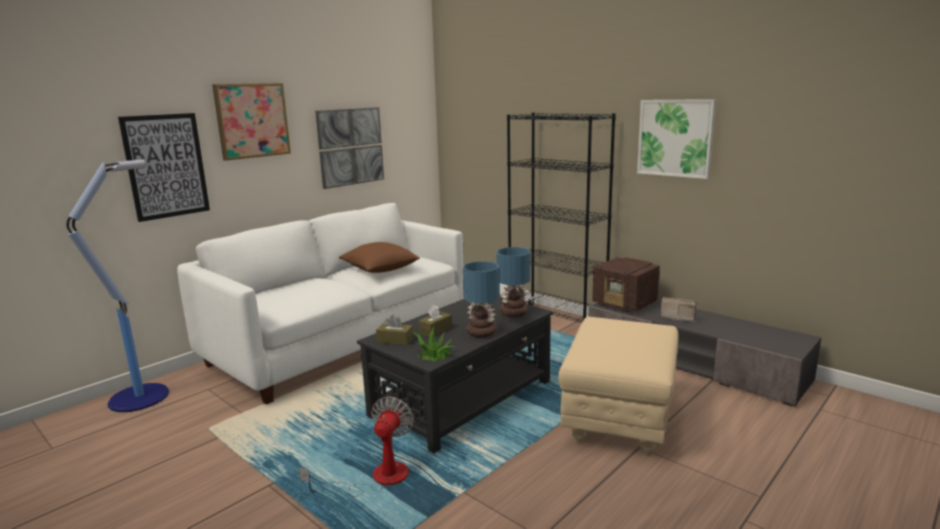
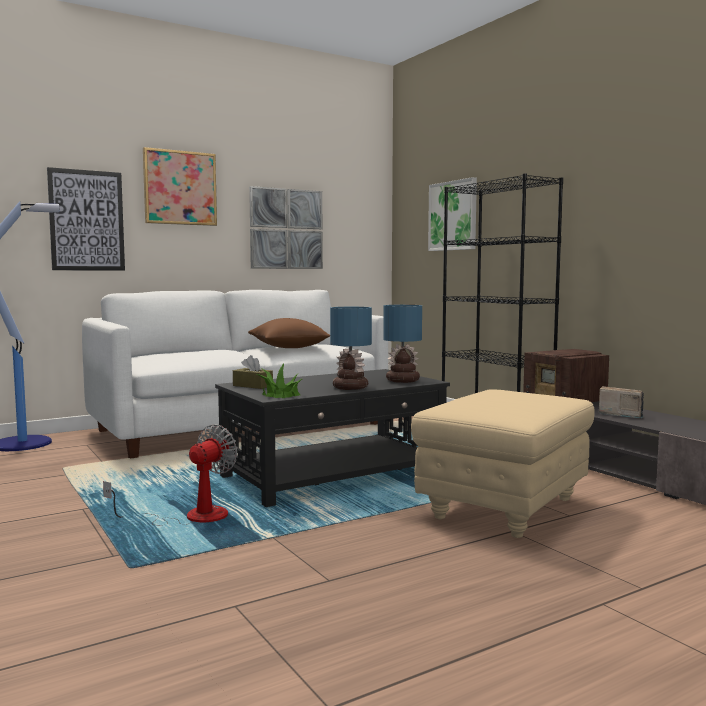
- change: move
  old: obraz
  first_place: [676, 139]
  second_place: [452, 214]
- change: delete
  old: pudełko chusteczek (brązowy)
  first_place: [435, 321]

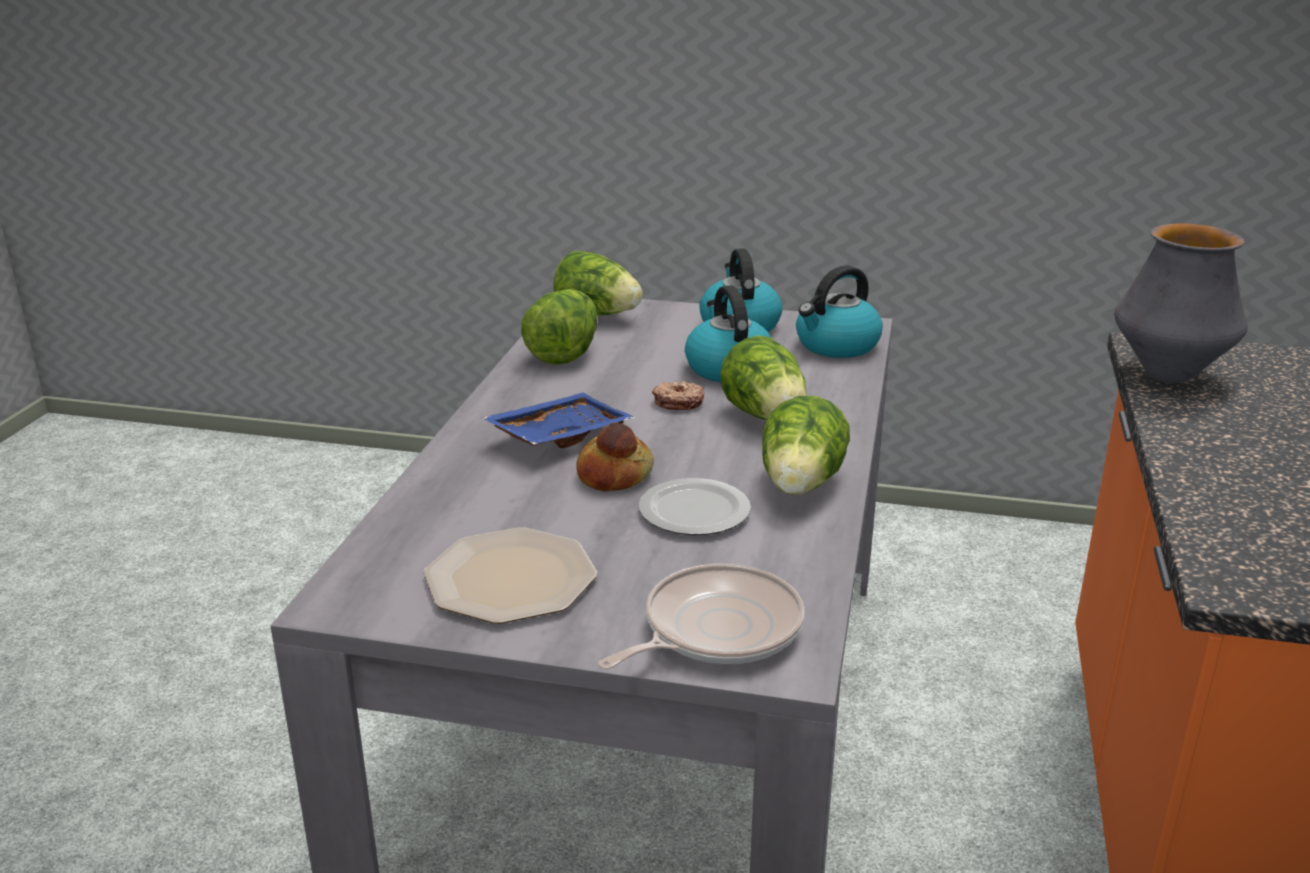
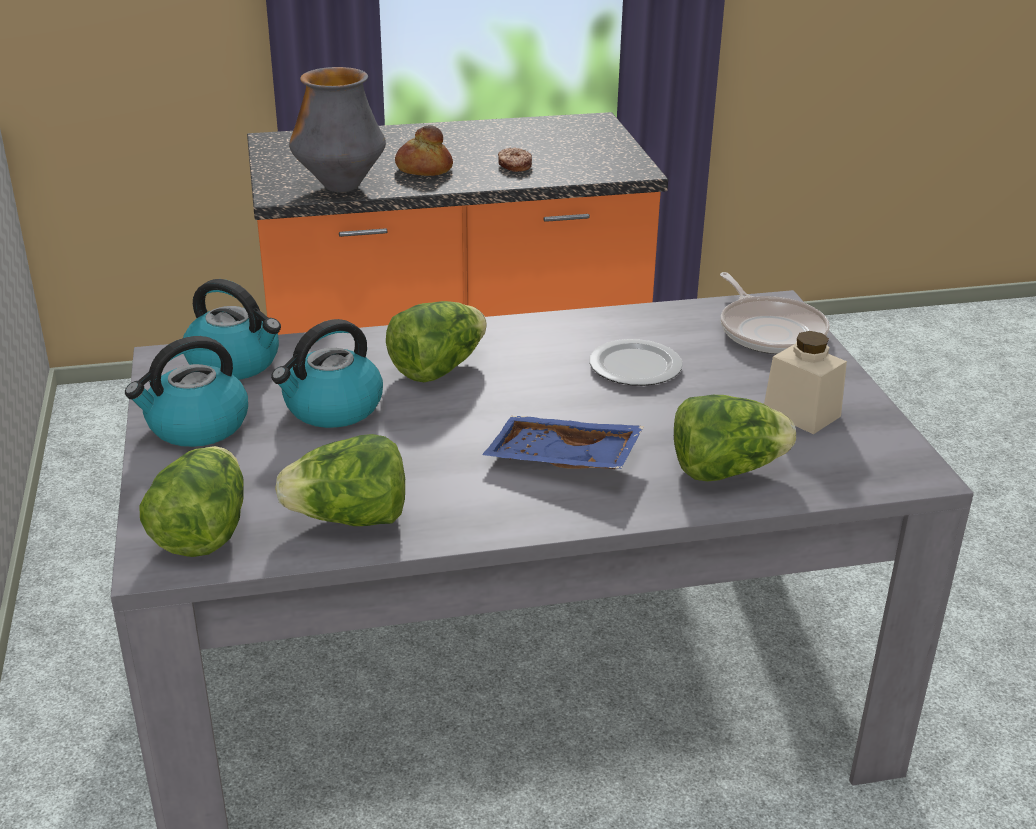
- change: move
  old: donut
  first_place: [678, 395]
  second_place: [515, 159]
- change: move
  old: sałata
  first_place: [806, 445]
  second_place: [735, 438]
- change: move
  old: chleb
  first_place: [615, 456]
  second_place: [424, 150]
- change: replace
  old: talerz
  new: słoik (beżowy)
  first_place: [510, 575]
  second_place: [805, 382]
- change: rotate
  old: patelnia
  first_place: [701, 617]
  second_place: [775, 313]
  degrees: -135

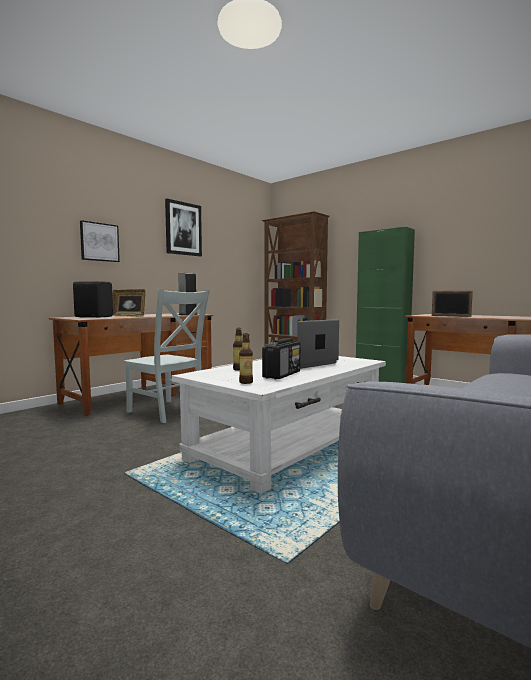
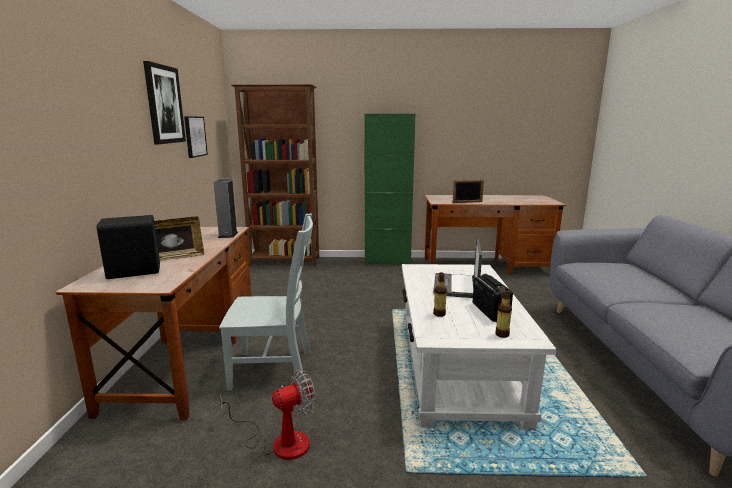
- change: move
  old: obraz
  first_place: [100, 241]
  second_place: [196, 137]
- change: insert
  new: wentylator
  second_place: [268, 414]

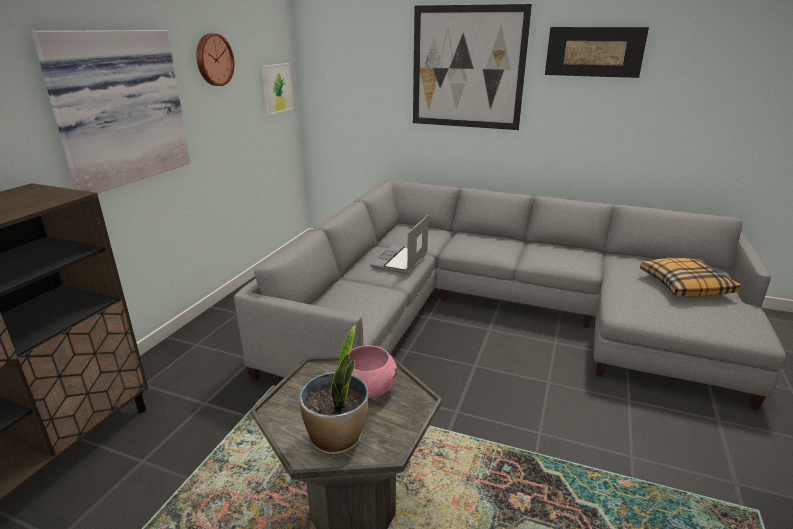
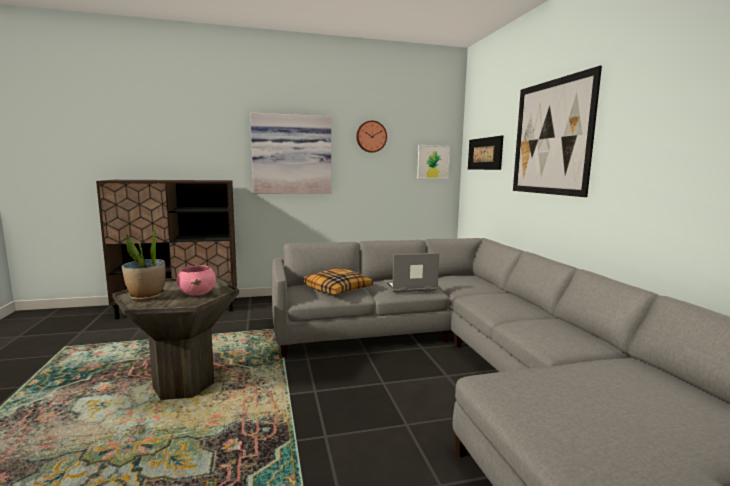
- change: move
  old: obraz
  first_place: [597, 52]
  second_place: [485, 152]
- change: move
  old: poduszka
  first_place: [690, 277]
  second_place: [338, 281]

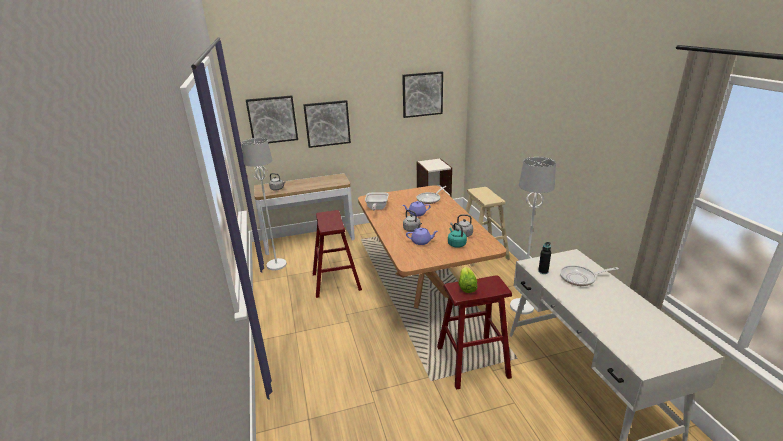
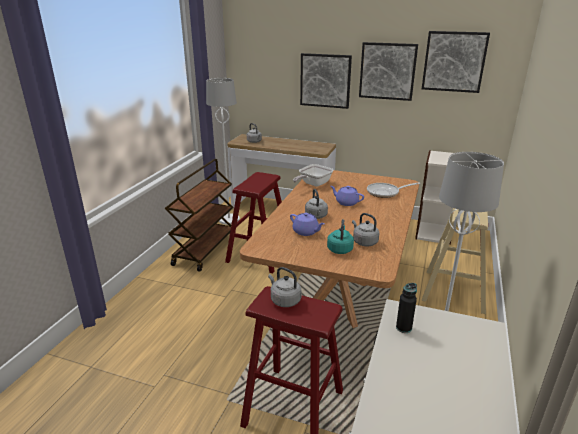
- change: move
  old: obraz
  first_place: [272, 119]
  second_place: [388, 71]
- change: delete
  old: patelnia
  first_place: [589, 275]
- change: replace
  old: sałata
  new: czajnik (szary)
  first_place: [468, 280]
  second_place: [284, 287]
- change: insert
  new: wózek (brązowy)
  second_place: [199, 215]

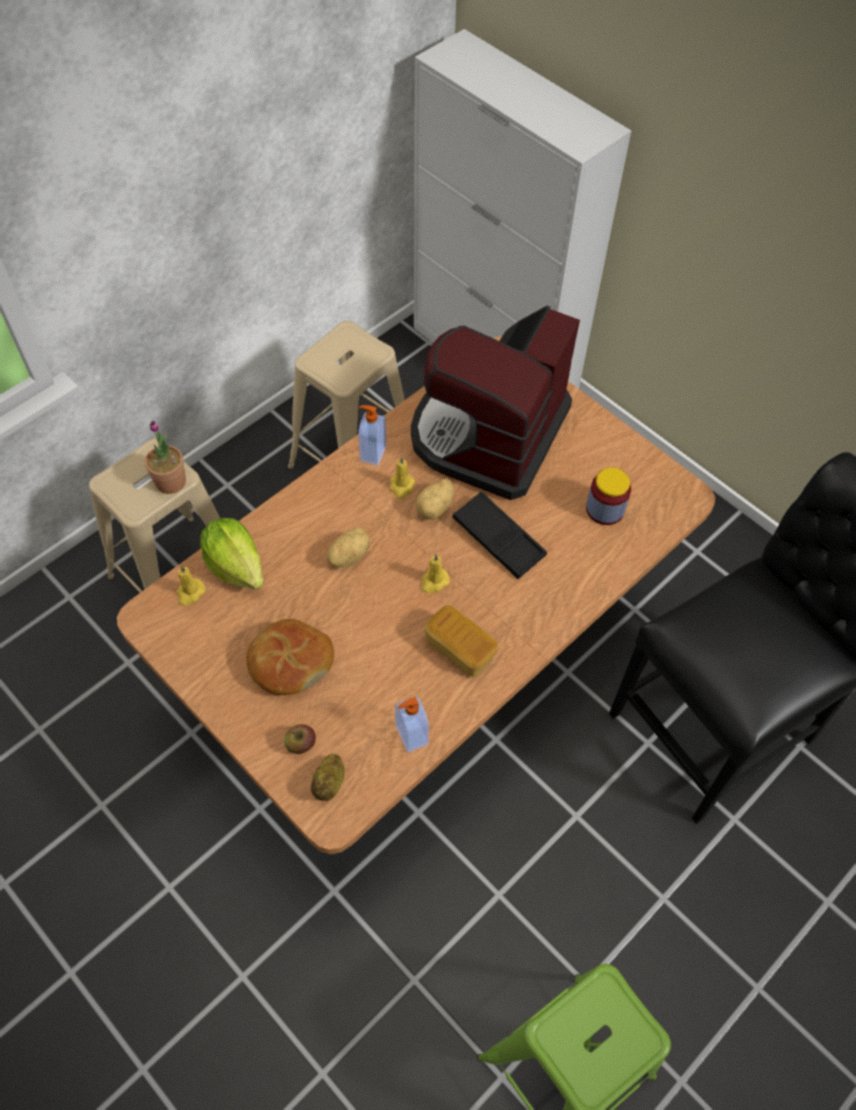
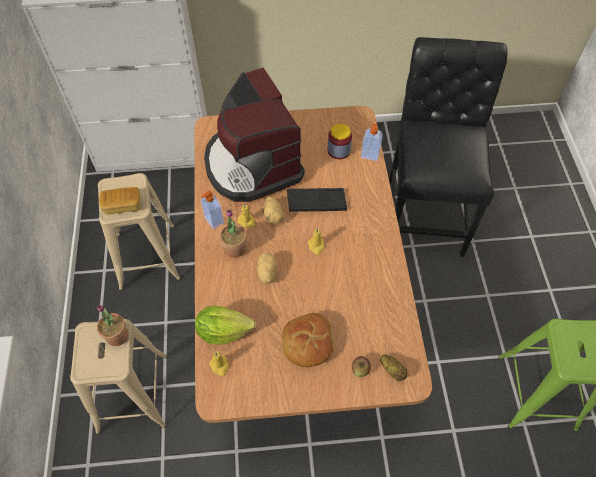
- change: move
  old: chleb
  first_place: [461, 641]
  second_place: [120, 201]
- change: move
  old: dozownik mydła
  first_place: [412, 724]
  second_place: [372, 142]
- change: insert
  new: roślina doniczkowa
  second_place: [233, 234]

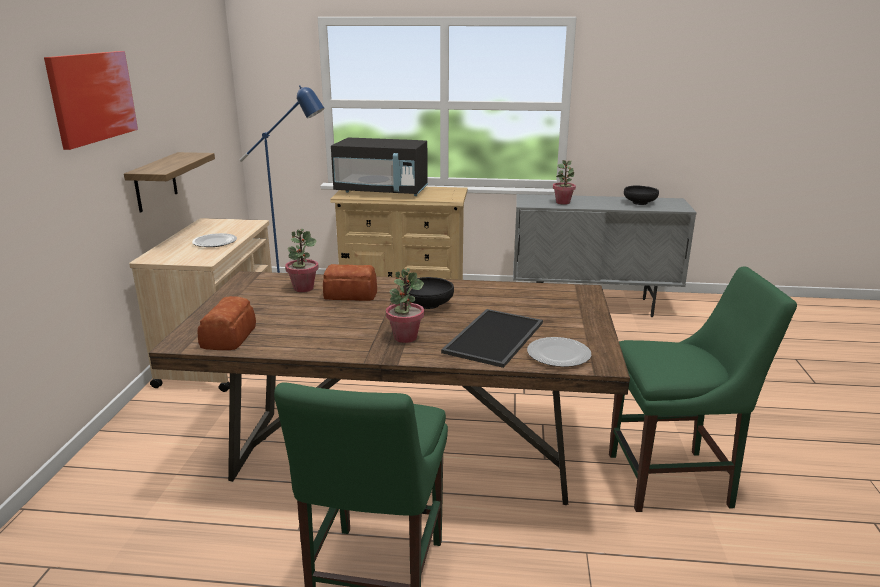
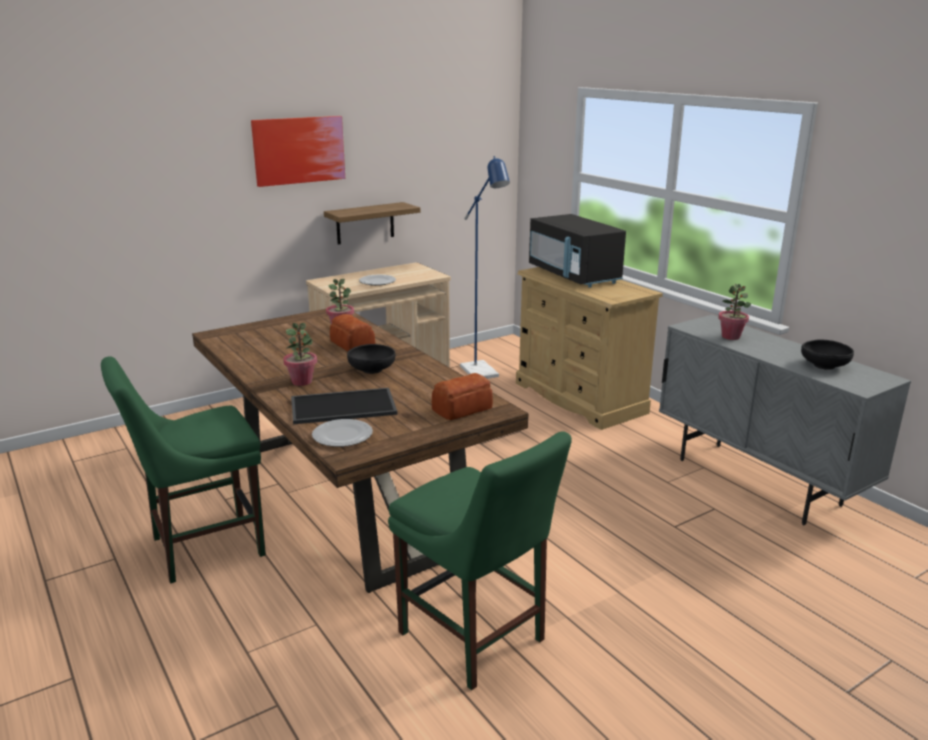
- change: move
  old: chleb
  first_place: [226, 323]
  second_place: [462, 396]

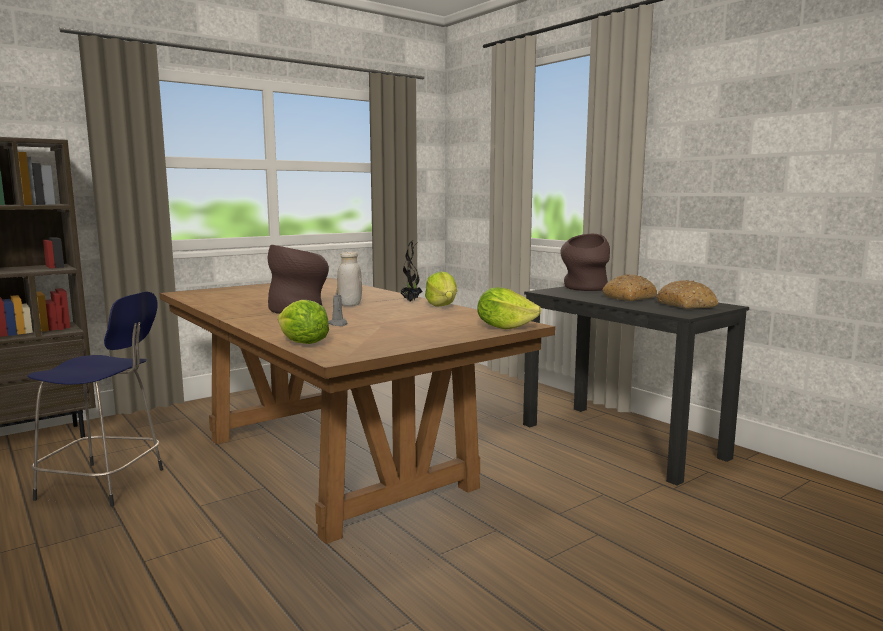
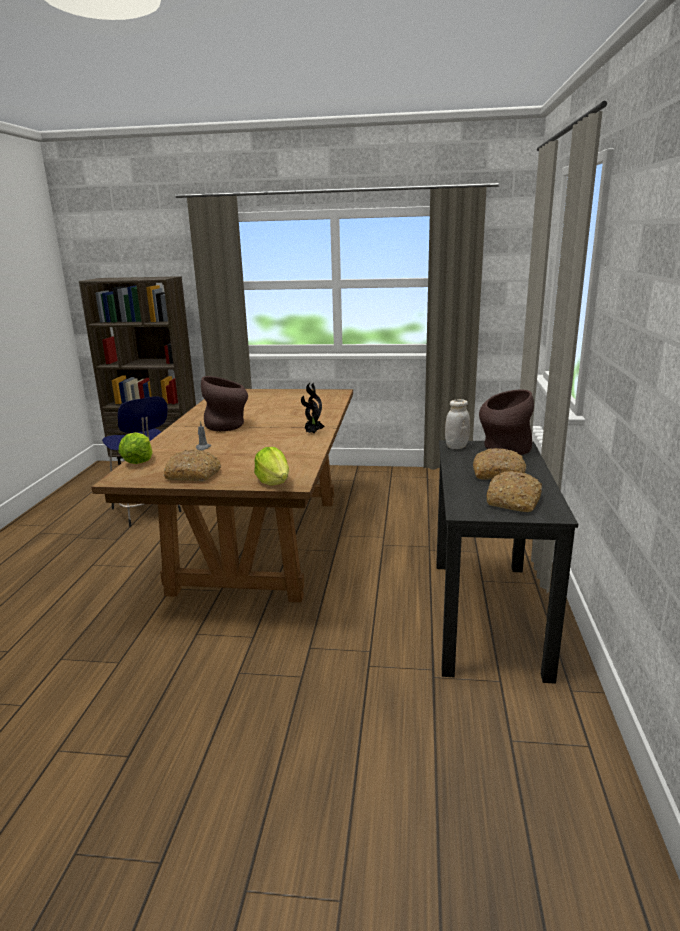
- change: move
  old: słoik (biały)
  first_place: [349, 279]
  second_place: [457, 424]
- change: delete
  old: sałata
  first_place: [441, 289]
- change: insert
  new: chleb
  second_place: [192, 465]

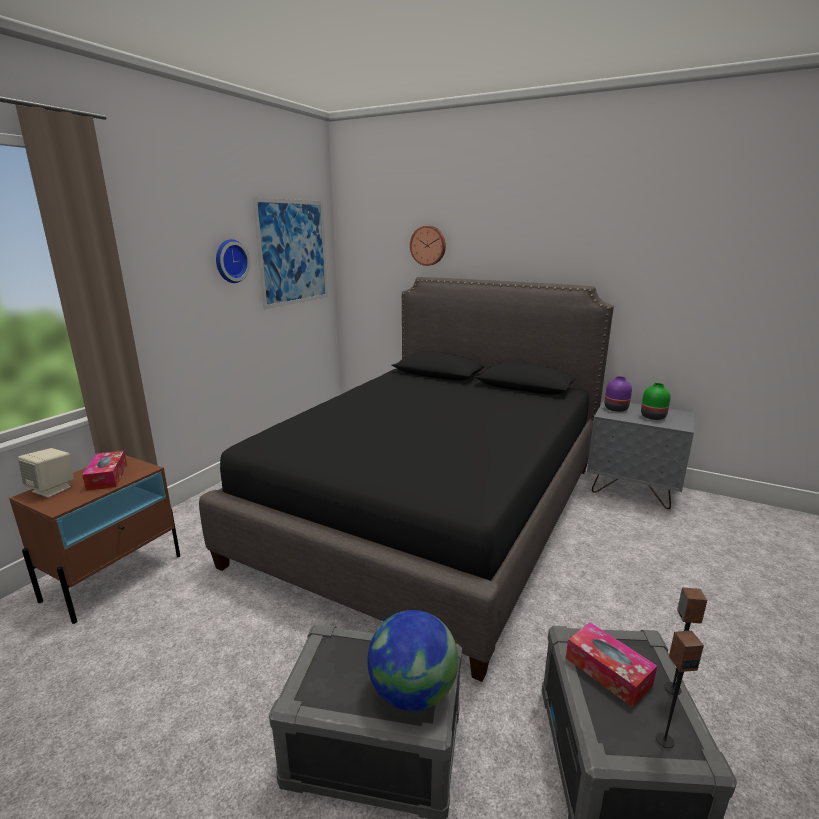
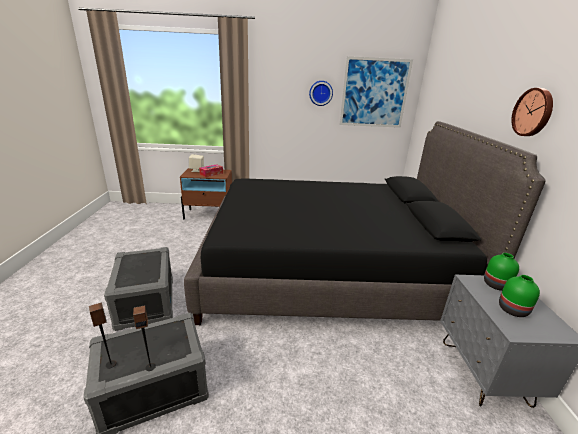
- change: move
  old: zegar ścienny
  first_place: [428, 246]
  second_place: [532, 112]
- change: recolor
  old: wazon (fioletowy)
  new: wazon (zielony)
  first_place: [618, 394]
  second_place: [501, 272]
- change: delete
  old: globus
  first_place: [412, 660]
- change: delete
  old: pudełko chusteczek
  first_place: [611, 664]

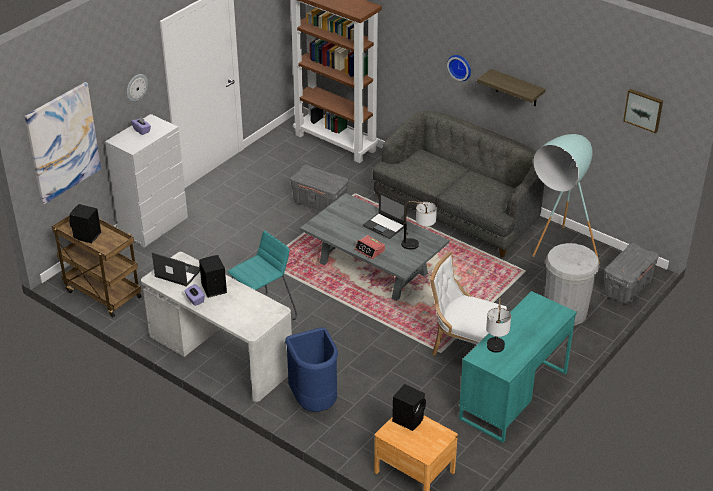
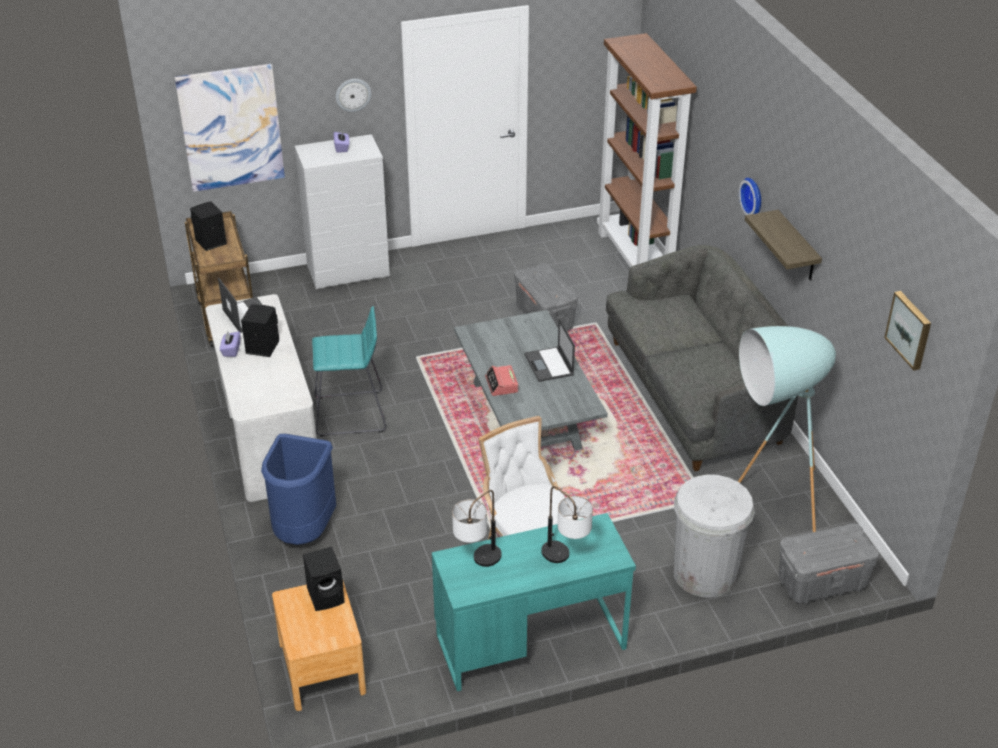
- change: move
  old: lampa stołowa
  first_place: [419, 225]
  second_place: [567, 524]

